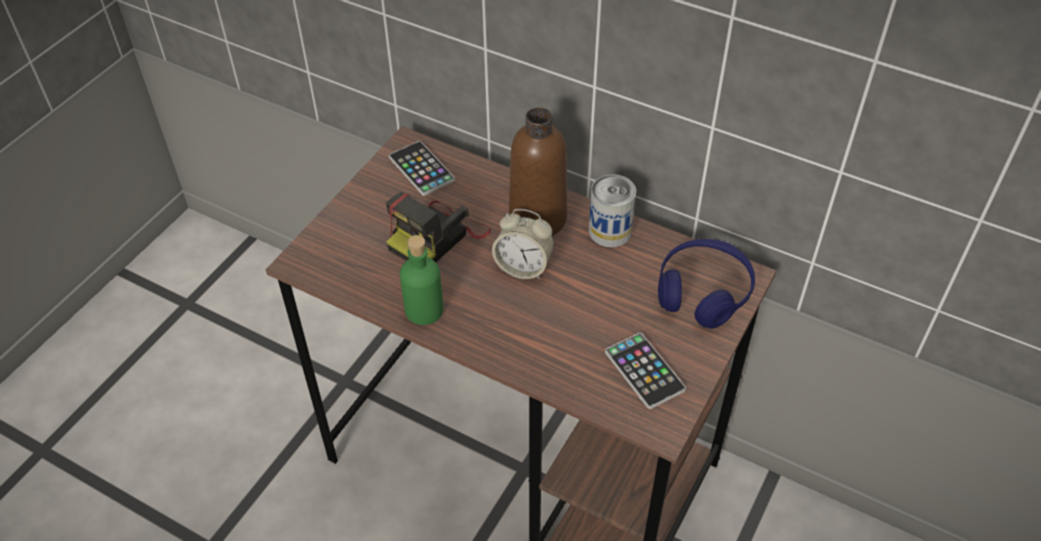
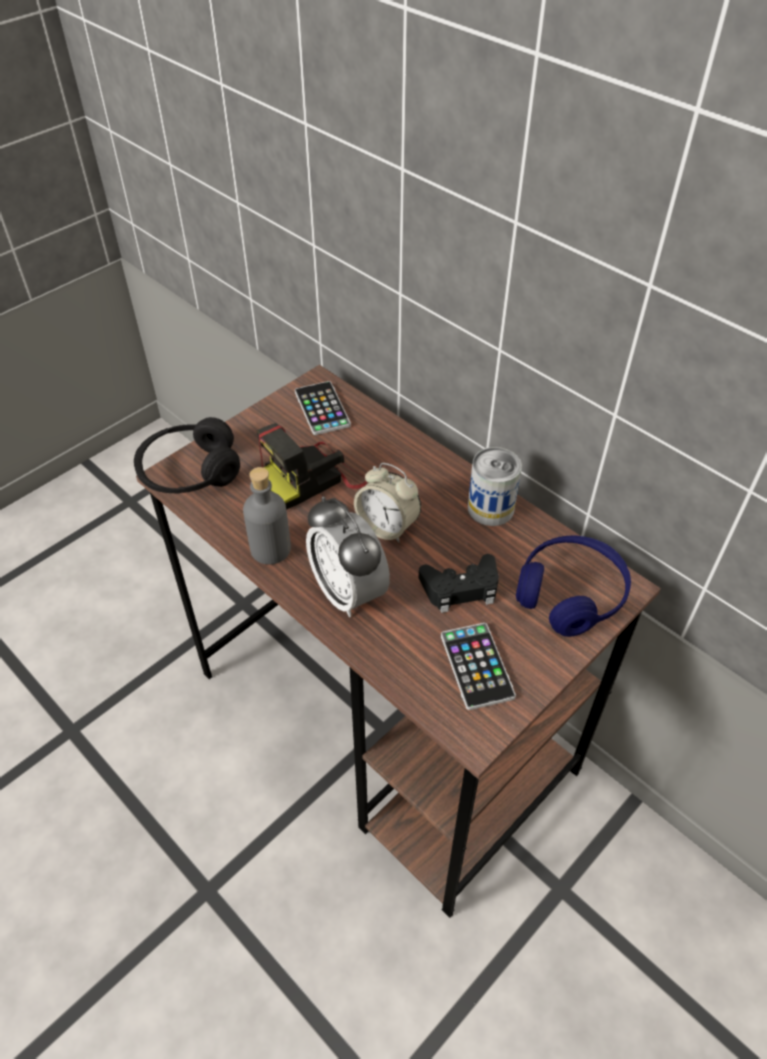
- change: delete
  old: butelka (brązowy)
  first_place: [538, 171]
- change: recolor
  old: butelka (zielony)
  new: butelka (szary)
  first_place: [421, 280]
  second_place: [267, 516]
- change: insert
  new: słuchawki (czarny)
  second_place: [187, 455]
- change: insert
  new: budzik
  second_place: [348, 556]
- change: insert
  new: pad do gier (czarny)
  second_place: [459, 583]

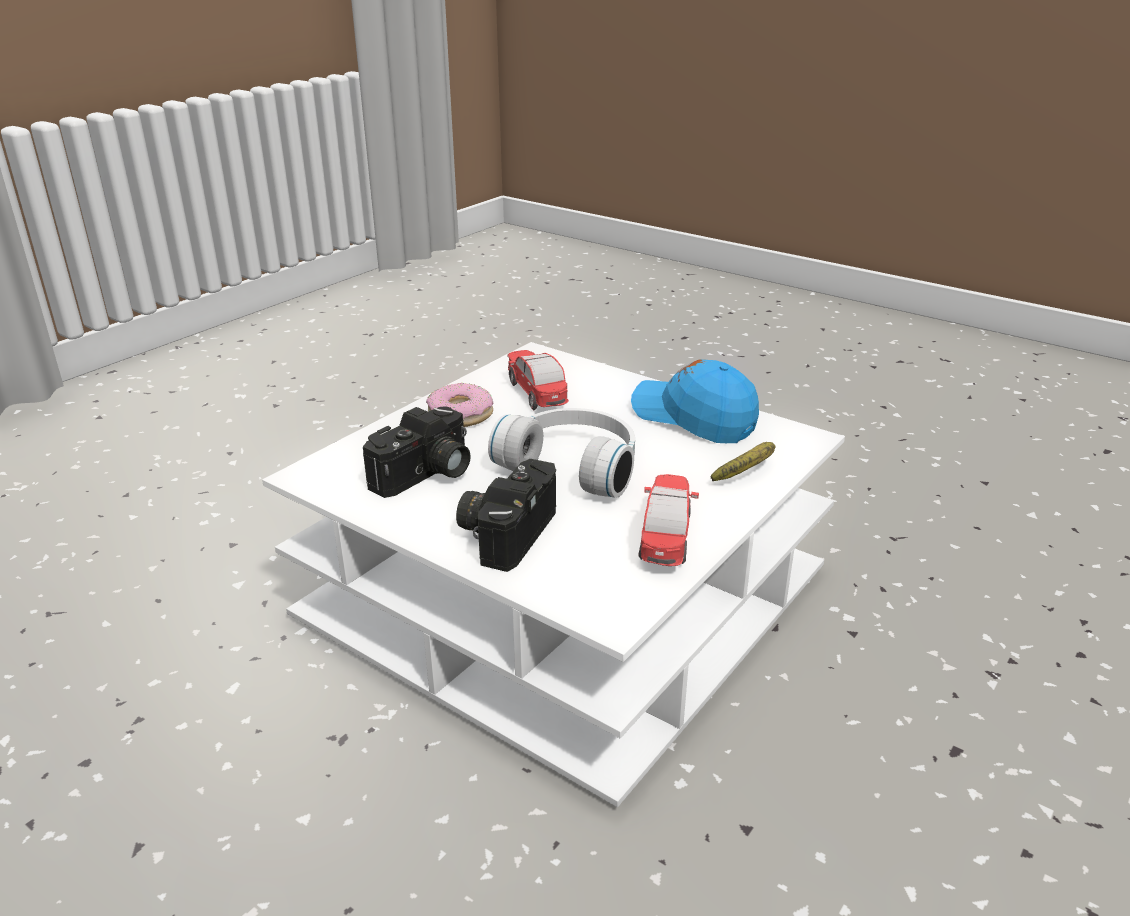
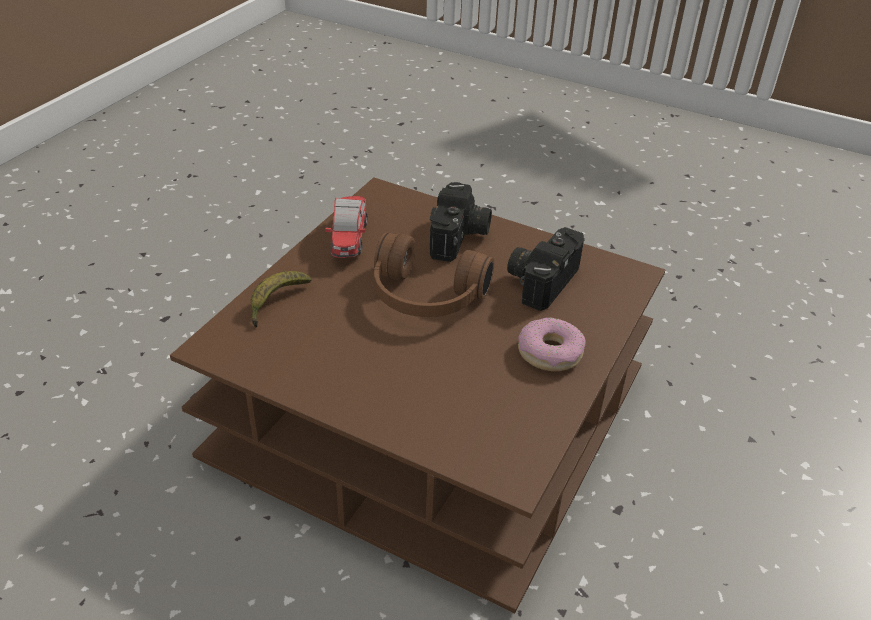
- change: recolor
  old: ława (biały)
  new: ława (brązowy)
  first_place: [553, 574]
  second_place: [417, 395]
- change: delete
  old: samochodzik
  first_place: [538, 380]
- change: delete
  old: czapka z daszkiem (niebieski)
  first_place: [695, 401]
- change: recolor
  old: słuchawki (biały)
  new: słuchawki (brązowy)
  first_place: [561, 453]
  second_place: [434, 274]

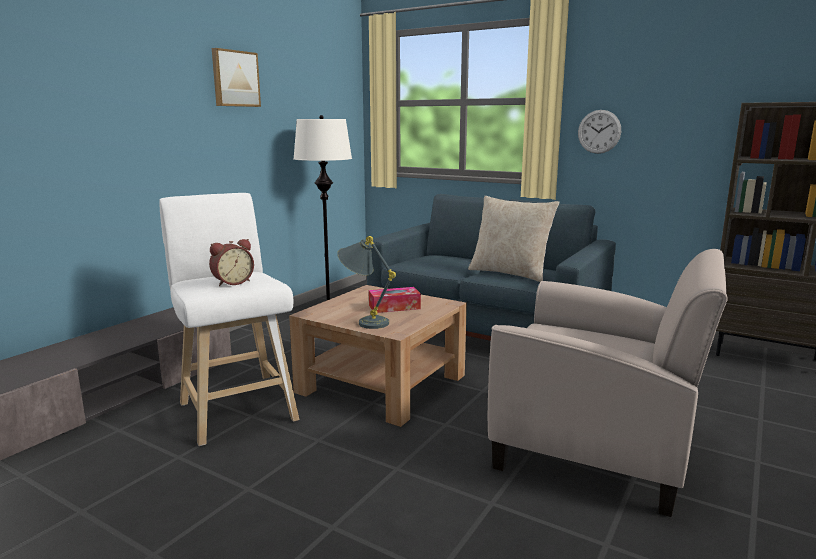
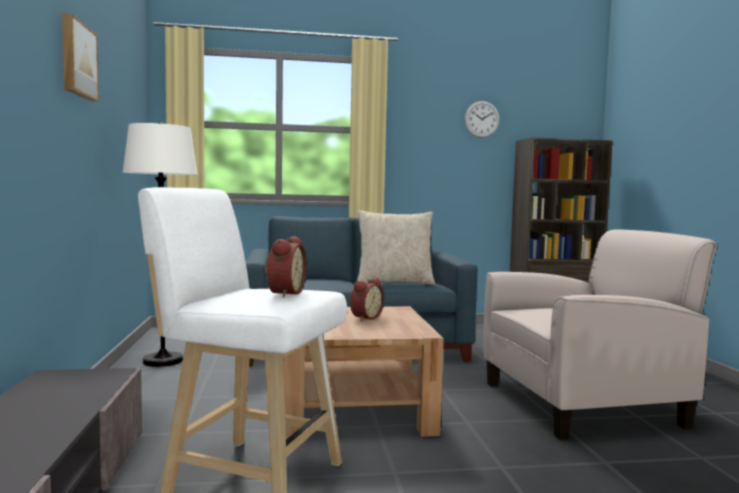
- change: move
  old: zegar ścienny
  first_place: [599, 132]
  second_place: [482, 119]
- change: delete
  old: lampa stołowa (szary)
  first_place: [366, 282]
- change: replace
  old: pudełko chusteczek
  new: budzik
  first_place: [395, 300]
  second_place: [367, 299]

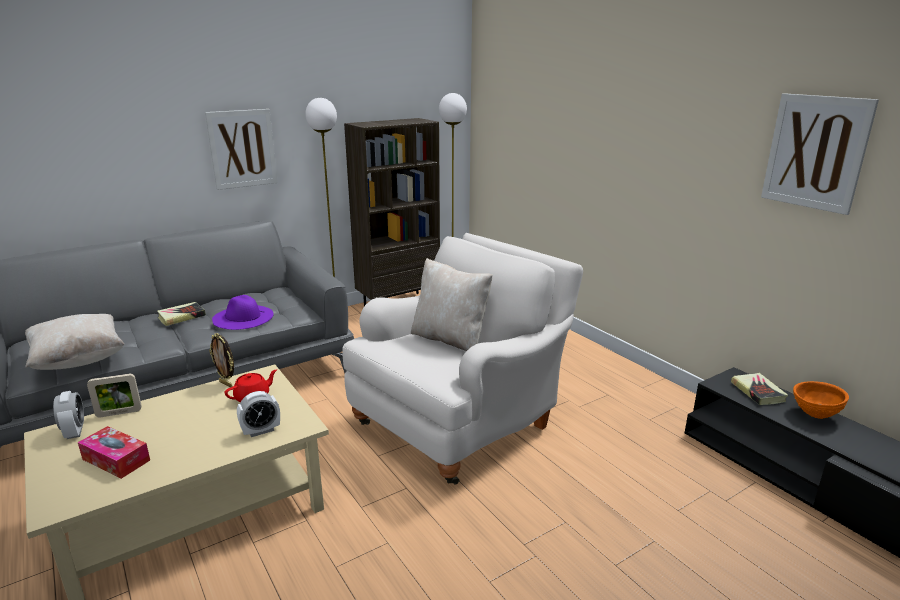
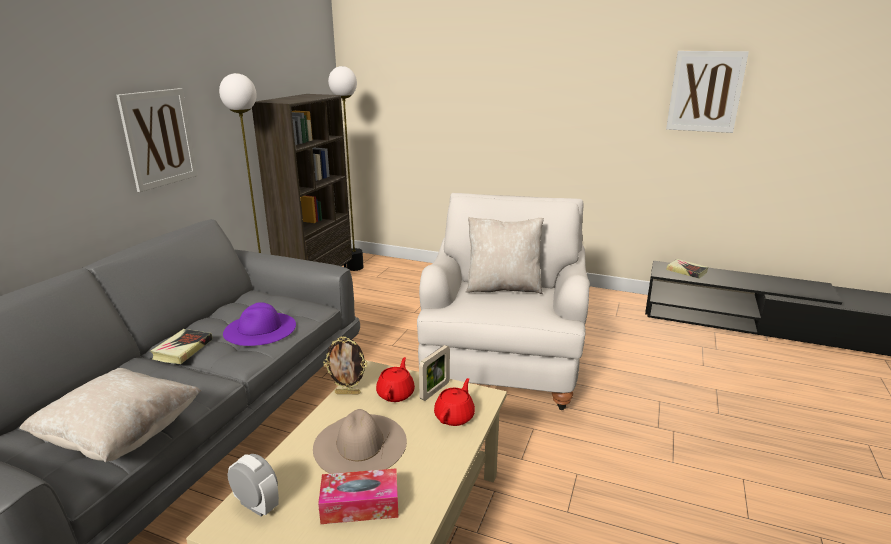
- change: move
  old: ramka na zdjęcie
  first_place: [114, 395]
  second_place: [434, 373]
- change: delete
  old: miska (pomarańczowy)
  first_place: [821, 400]
- change: replace
  old: budzik
  new: imbryk (czerwony)
  first_place: [258, 414]
  second_place: [454, 402]
- change: insert
  new: kapelusz (beżowy)
  second_place: [360, 441]

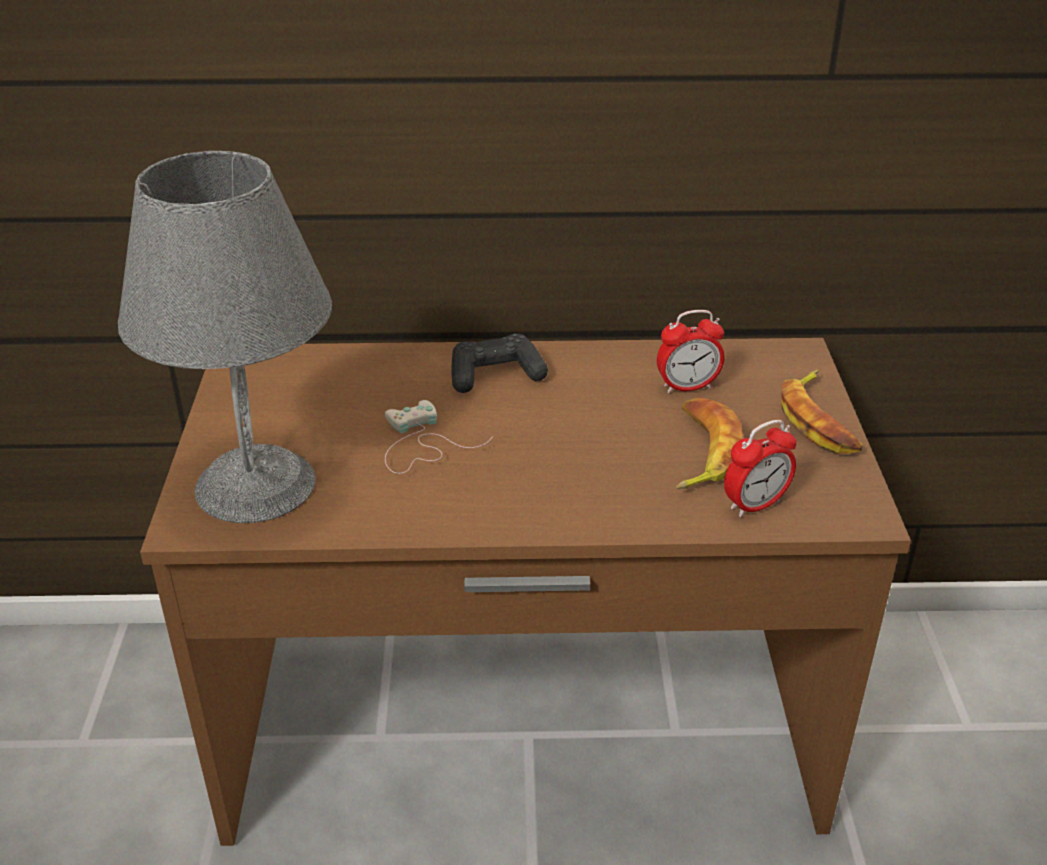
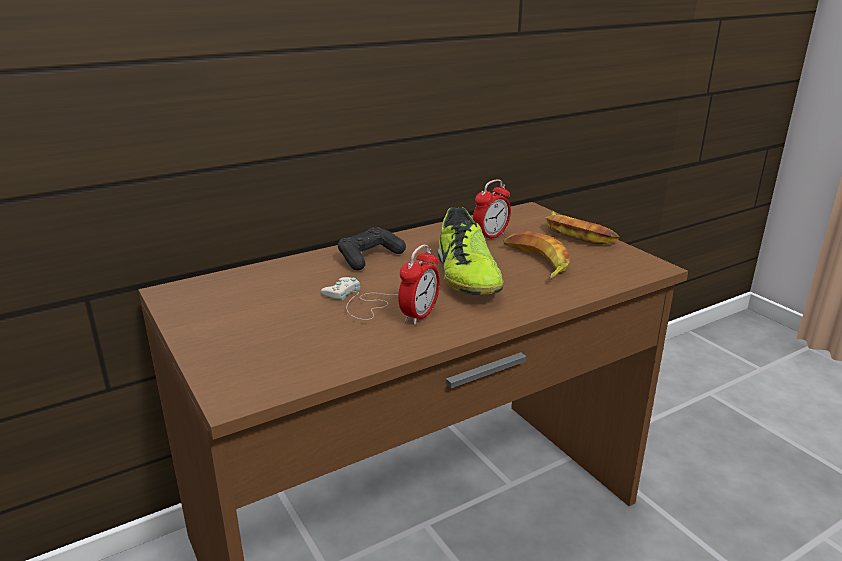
- change: delete
  old: lampa stołowa (szary)
  first_place: [225, 337]
- change: move
  old: budzik
  first_place: [760, 468]
  second_place: [419, 285]
- change: insert
  new: but
  second_place: [471, 251]

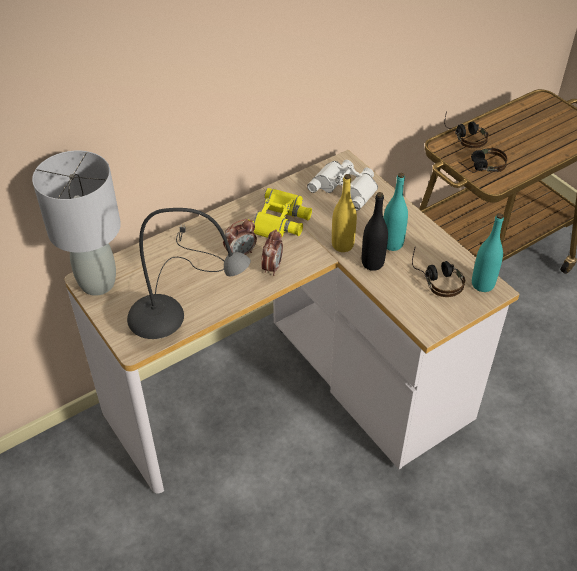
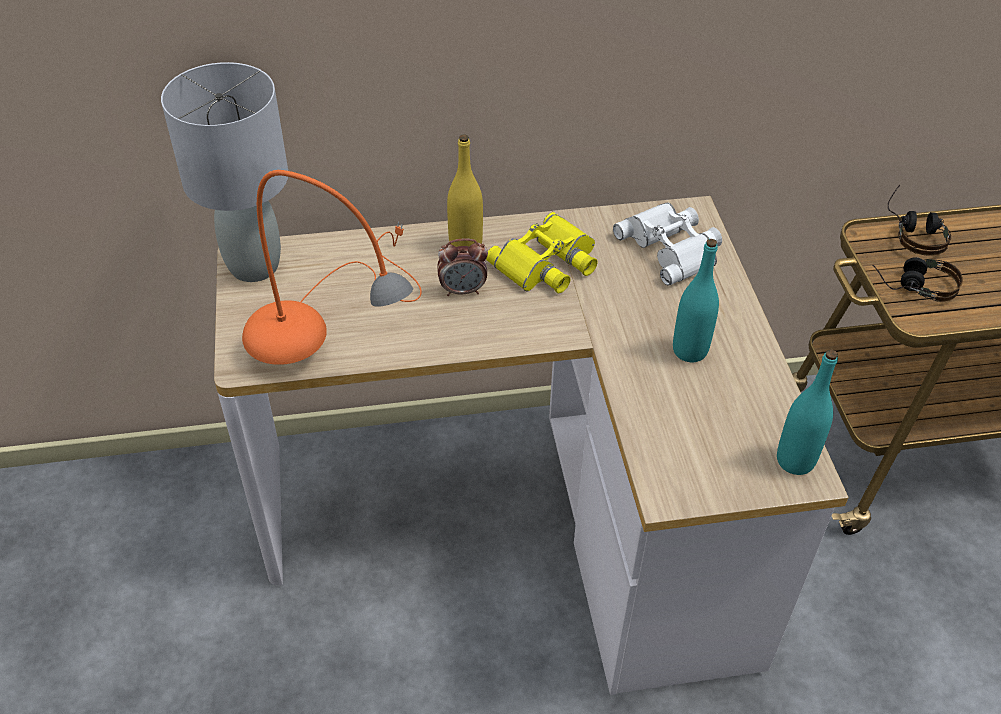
- change: move
  old: butelka (żółty)
  first_place: [344, 213]
  second_place: [465, 190]
- change: delete
  old: butelka (czarny)
  first_place: [375, 231]
- change: recolor
  old: lampa stołowa (szary)
  new: lampa stołowa (pomarańczowy)
  first_place: [189, 273]
  second_place: [332, 267]
- change: delete
  old: budzik
  first_place: [272, 252]
- change: delete
  old: słuchawki
  first_place: [438, 272]

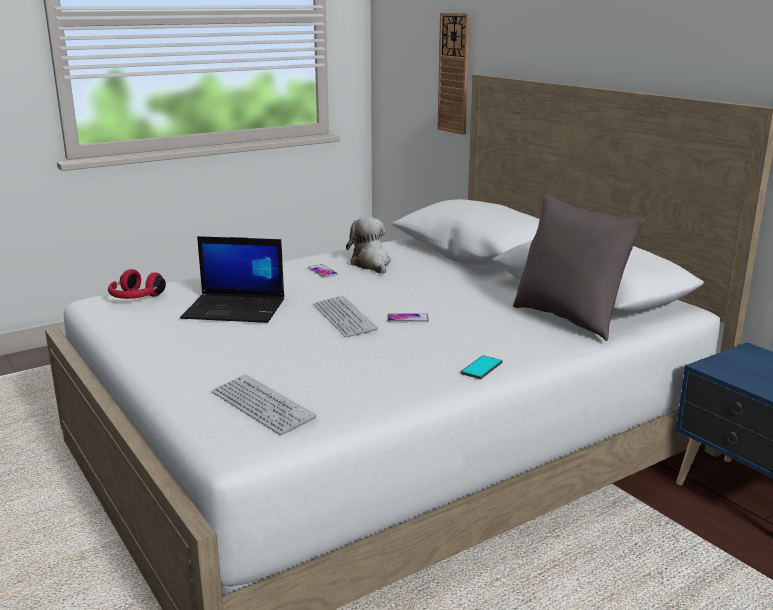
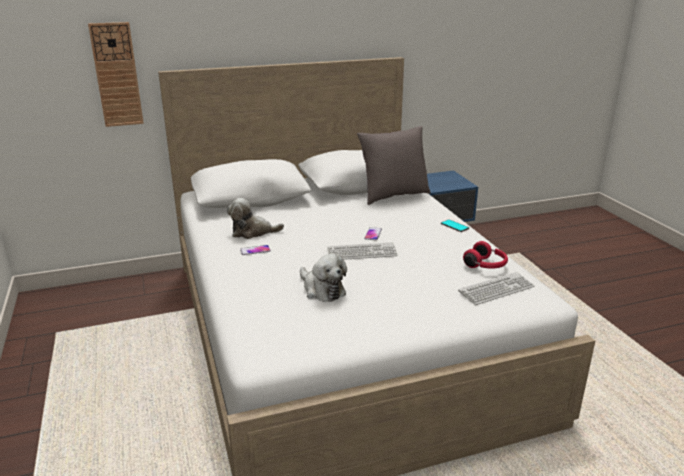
- change: replace
  old: laptop
  new: pluszak
  first_place: [232, 279]
  second_place: [323, 278]
- change: move
  old: słuchawki (czerwony)
  first_place: [137, 284]
  second_place: [485, 255]

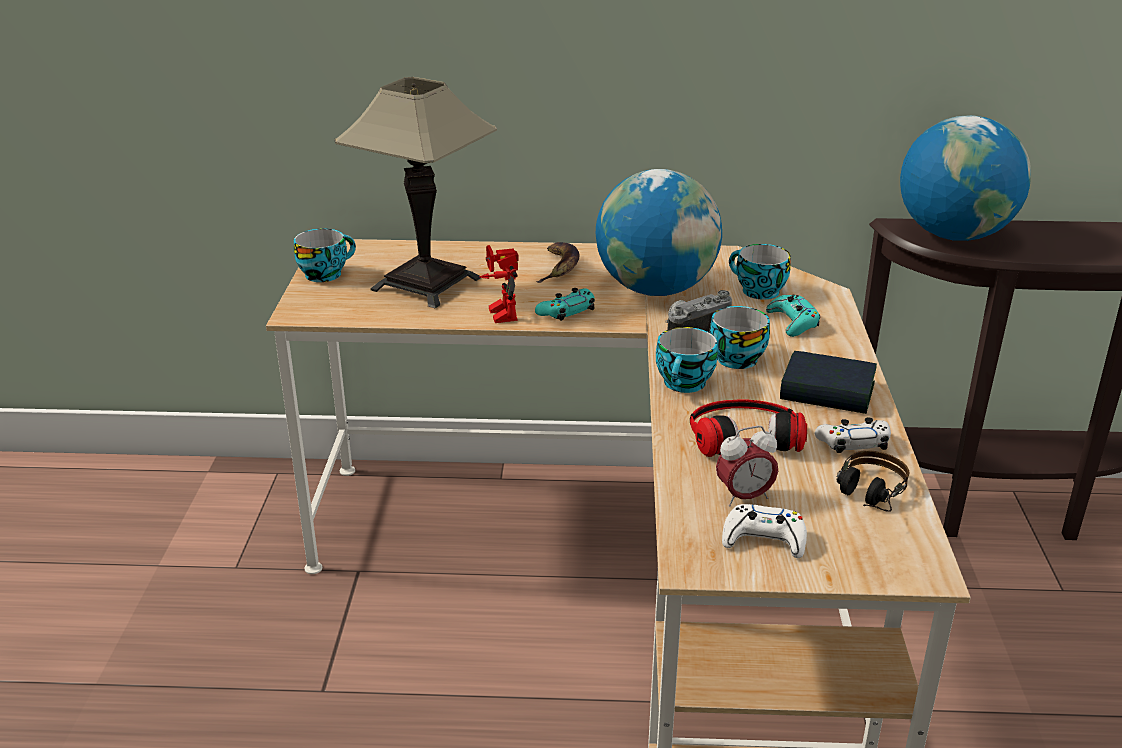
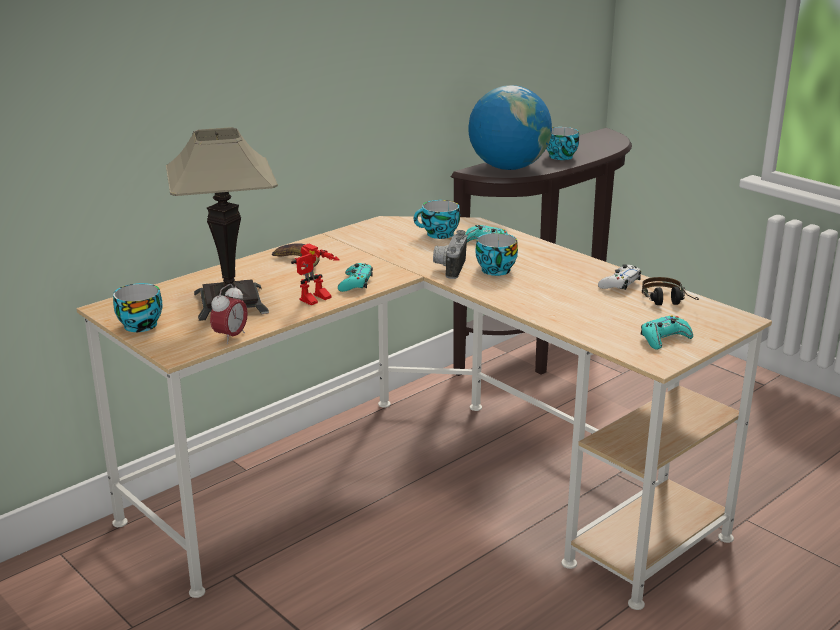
- change: delete
  old: globus
  first_place: [659, 232]
- change: rotate
  old: robot zabawkowy
  first_place: [499, 284]
  second_place: [315, 274]
  degrees: -75
- change: move
  old: filiżanka
  first_place: [687, 360]
  second_place: [562, 143]
- change: delete
  old: książka
  first_place: [828, 382]
- change: delete
  old: słuchawki
  first_place: [748, 428]
- change: move
  old: budzik
  first_place: [747, 466]
  second_place: [229, 314]
- change: recolor
  old: pad do gier (biały)
  new: pad do gier (turkusowy)
  first_place: [764, 531]
  second_place: [666, 332]

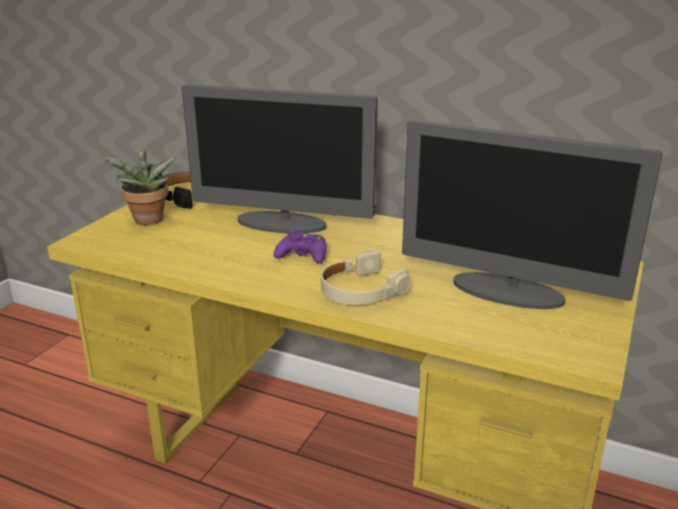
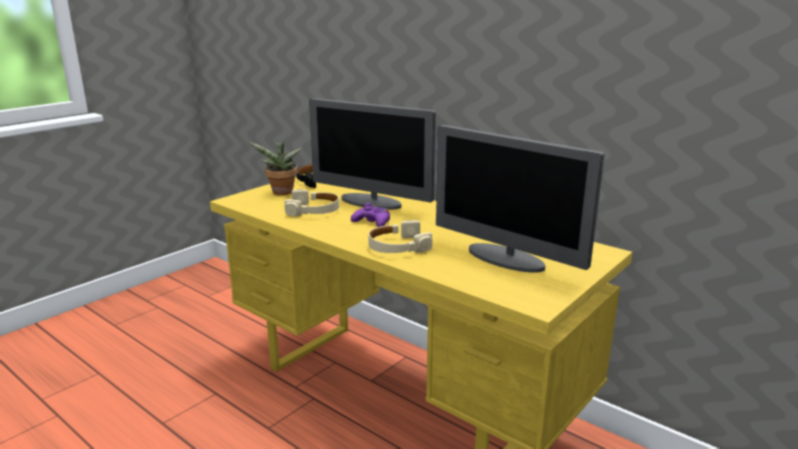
- change: insert
  new: słuchawki (beżowy)
  second_place: [312, 202]

